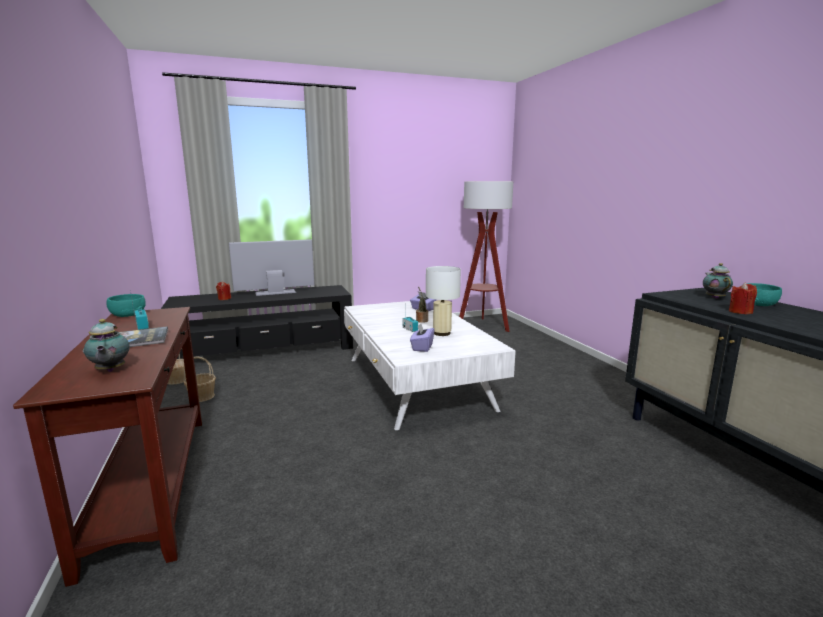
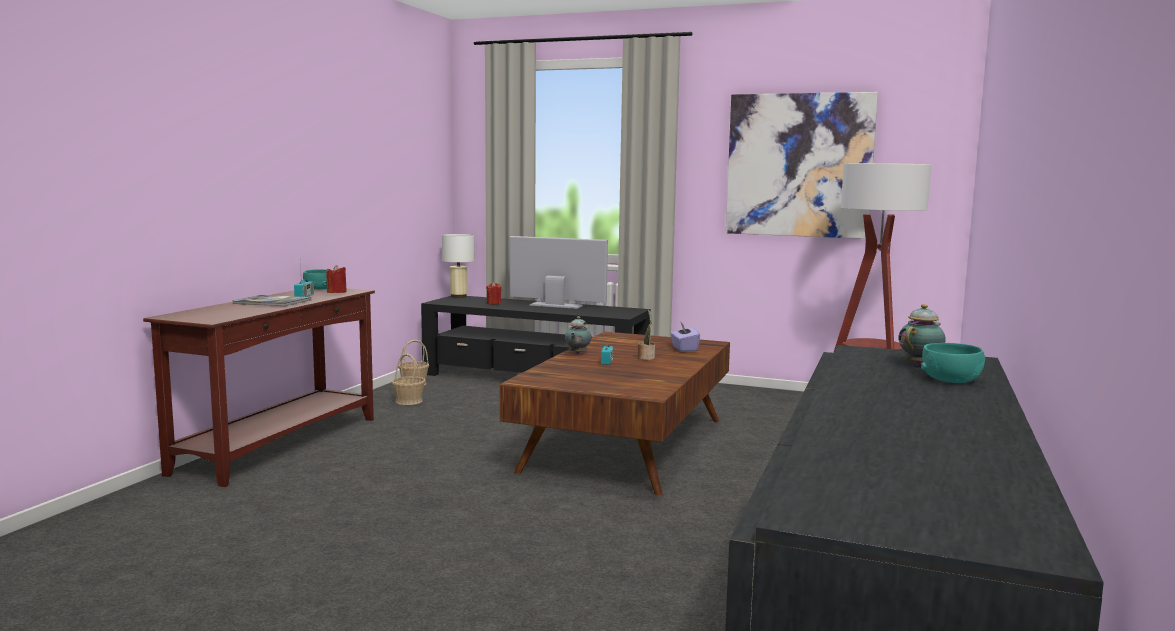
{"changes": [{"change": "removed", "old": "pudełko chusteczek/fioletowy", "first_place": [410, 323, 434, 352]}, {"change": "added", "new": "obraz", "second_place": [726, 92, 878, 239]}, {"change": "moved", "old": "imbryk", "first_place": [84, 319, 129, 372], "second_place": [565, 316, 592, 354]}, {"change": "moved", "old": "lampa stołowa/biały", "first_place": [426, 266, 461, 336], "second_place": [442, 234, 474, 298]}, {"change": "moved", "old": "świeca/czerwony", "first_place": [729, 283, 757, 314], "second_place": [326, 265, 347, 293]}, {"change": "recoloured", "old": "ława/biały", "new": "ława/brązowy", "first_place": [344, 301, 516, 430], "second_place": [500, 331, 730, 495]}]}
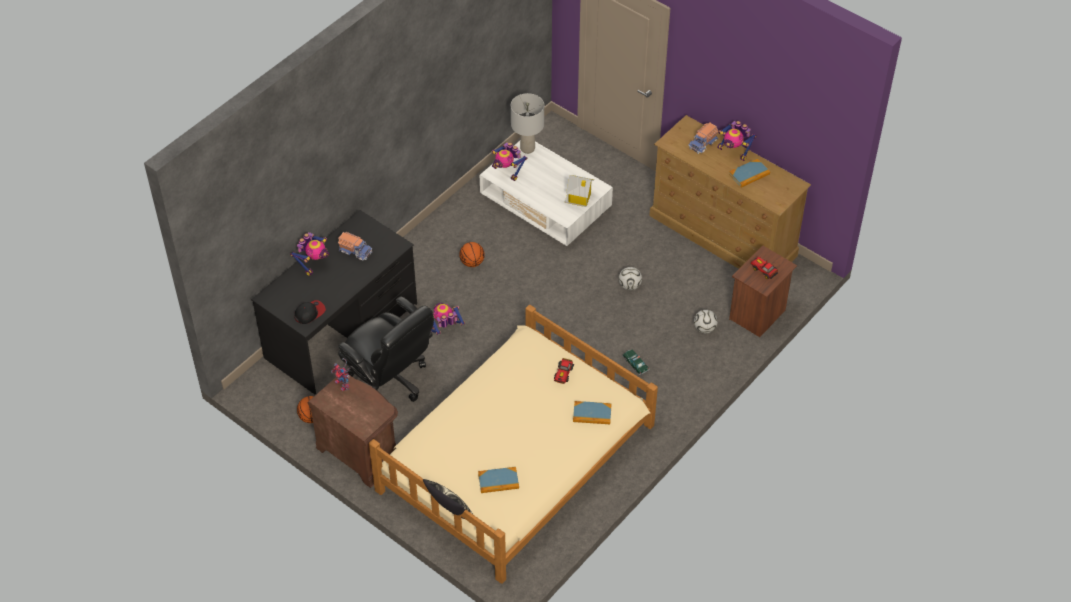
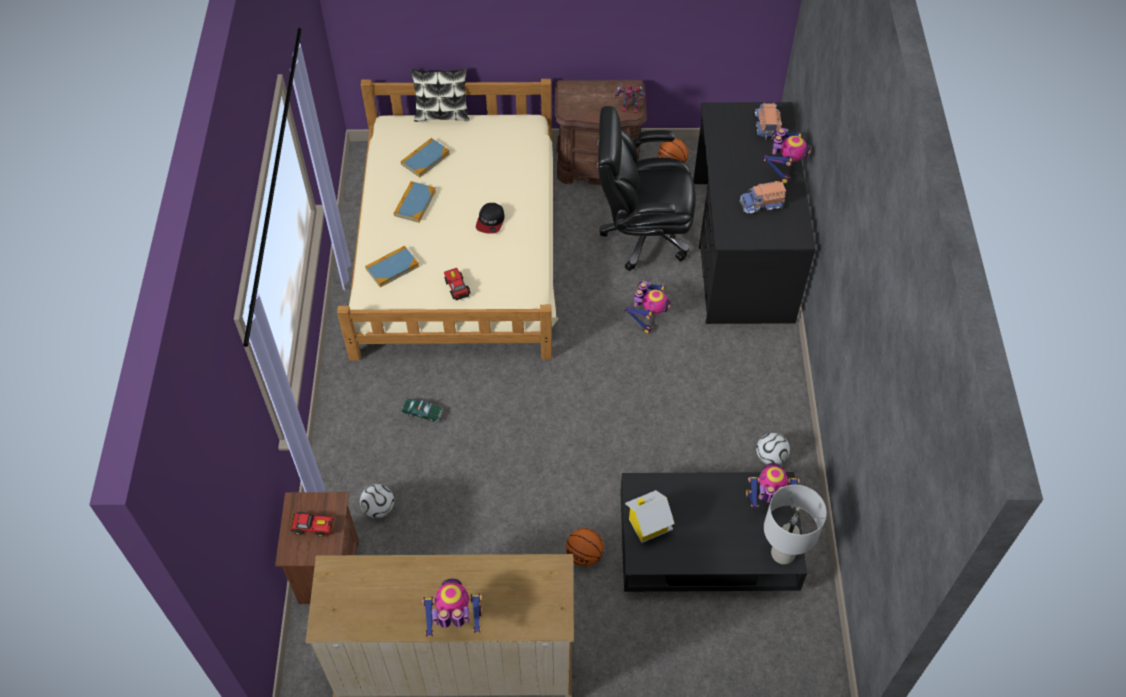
{"changes": [{"change": "moved", "old": "czapka z daszkiem", "first_place": [295, 300, 326, 324], "second_place": [476, 203, 504, 234]}, {"change": "moved", "old": "piłka do koszykówki", "first_place": [459, 242, 485, 267], "second_place": [566, 528, 604, 567]}, {"change": "moved", "old": "piłka futbolowa", "first_place": [619, 267, 642, 290], "second_place": [756, 433, 790, 465]}, {"change": "moved", "old": "ciężarówka zabawkowa", "first_place": [688, 123, 719, 154], "second_place": [755, 102, 782, 140]}, {"change": "moved", "old": "książka", "first_place": [729, 158, 770, 188], "second_place": [394, 181, 436, 223]}, {"change": "recoloured", "old": "ława/biały", "new": "ława/czarny", "first_place": [480, 141, 613, 246], "second_place": [620, 472, 807, 592]}, {"change": "turned", "old": "robot zabawkowy", "first_place": [290, 232, 329, 276], "second_place": [763, 127, 810, 184], "degrees": -150}]}
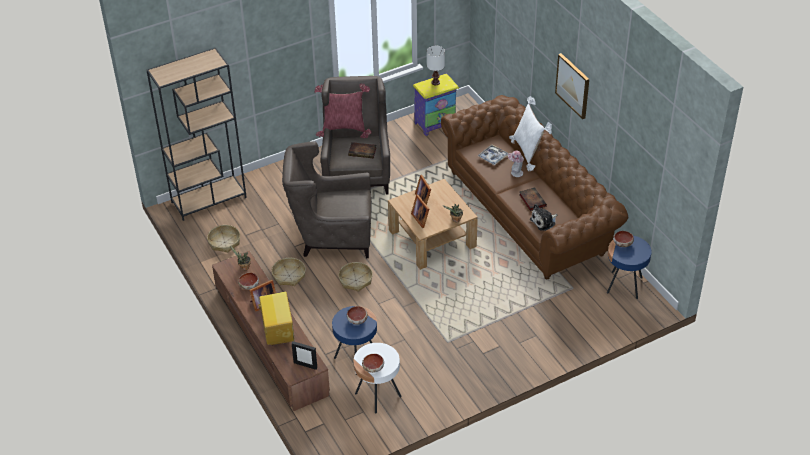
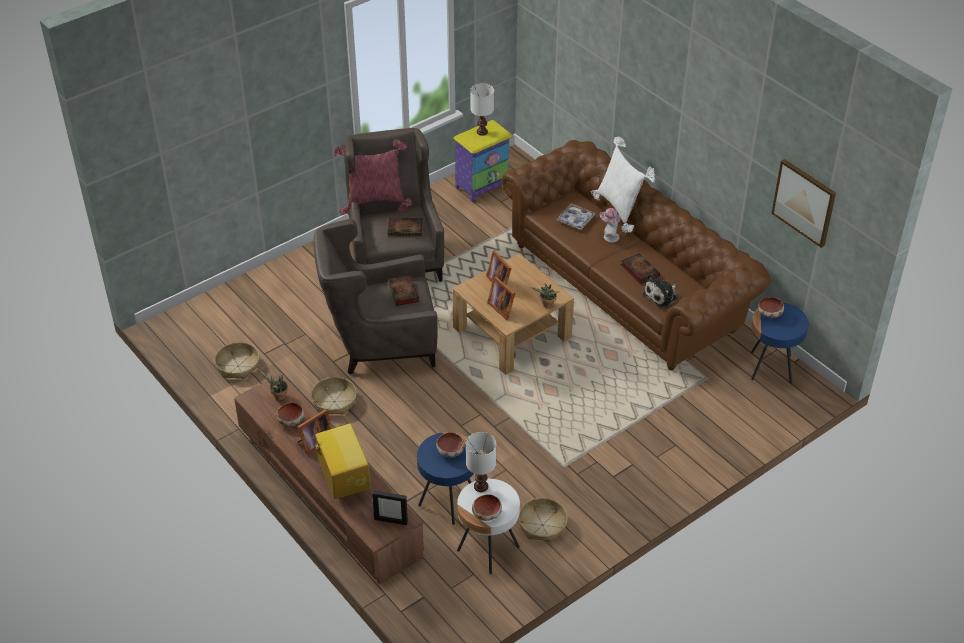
{"changes": [{"change": "removed", "old": "regał", "first_place": [146, 48, 247, 221]}, {"change": "added", "new": "książka", "second_place": [388, 275, 419, 306]}, {"change": "added", "new": "lampa stołowa/biały", "second_place": [466, 432, 496, 492]}, {"change": "moved", "old": "koszyk", "first_place": [339, 262, 373, 292], "second_place": [518, 498, 568, 542]}, {"change": "moved", "old": "obraz", "first_place": [555, 53, 589, 119], "second_place": [771, 159, 836, 248]}]}
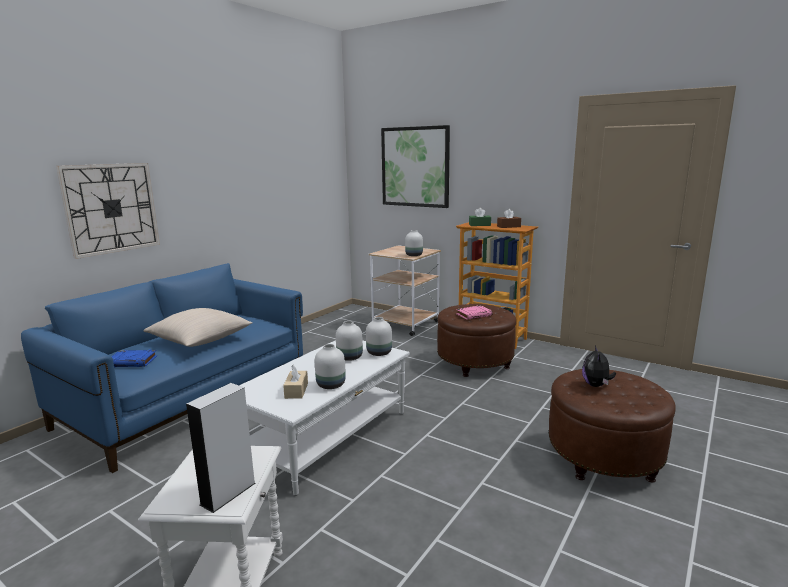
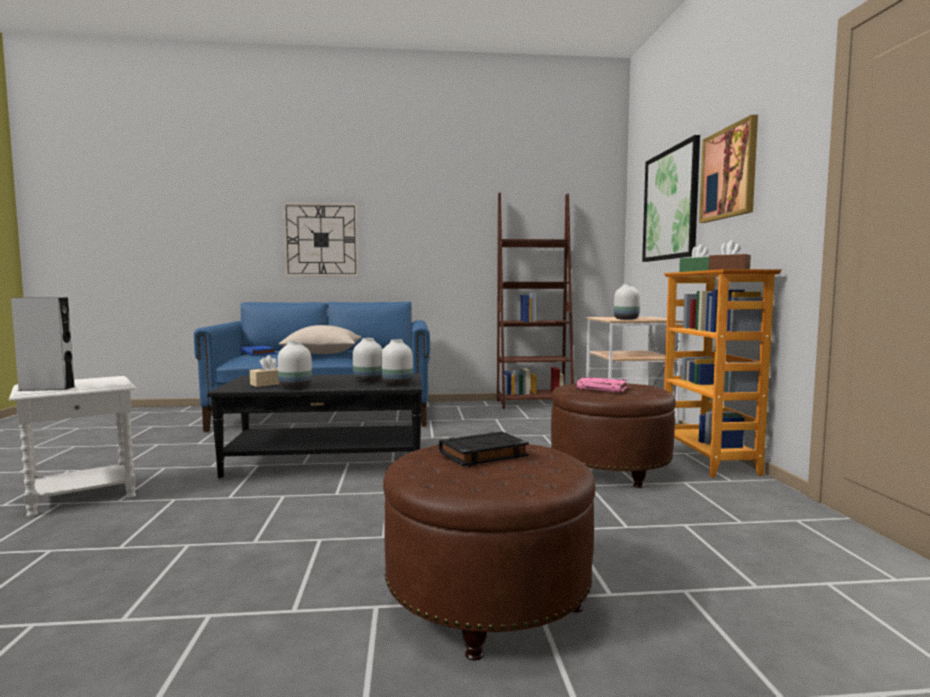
{"changes": [{"change": "added", "new": "regał/brązowy", "second_place": [497, 192, 574, 409]}, {"change": "added", "new": "obraz", "second_place": [699, 115, 758, 223]}, {"change": "replaced", "old": "pluszak", "new": "książka/czarny", "first_place": [582, 345, 616, 387], "second_place": [439, 432, 529, 466]}, {"change": "recoloured", "old": "ława/biały", "new": "ława/czarny", "first_place": [239, 340, 410, 496], "second_place": [207, 373, 422, 479]}]}
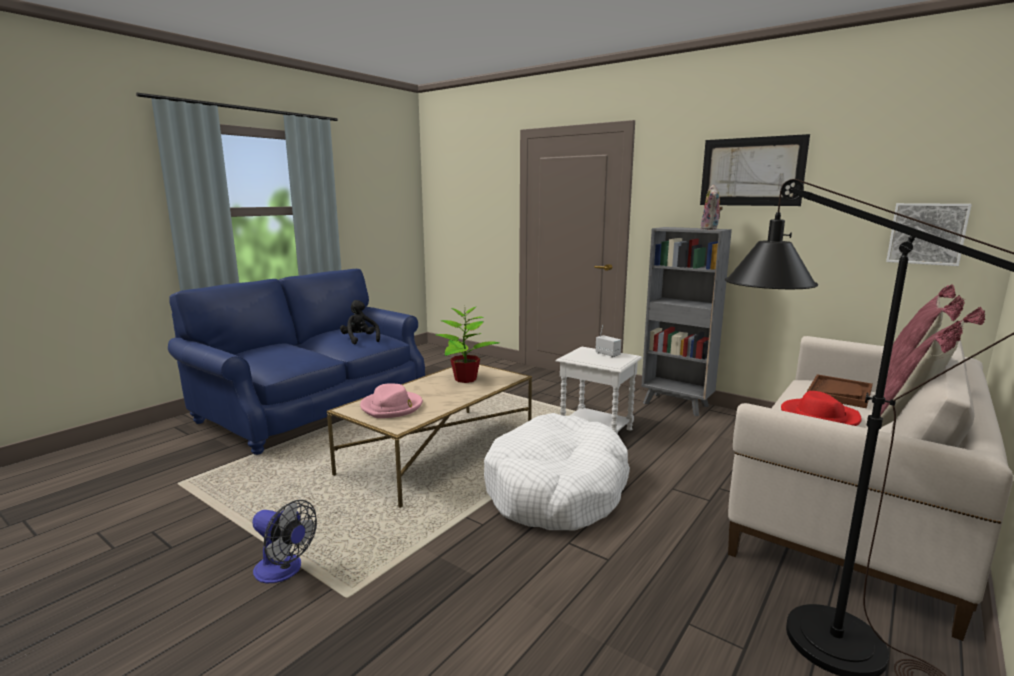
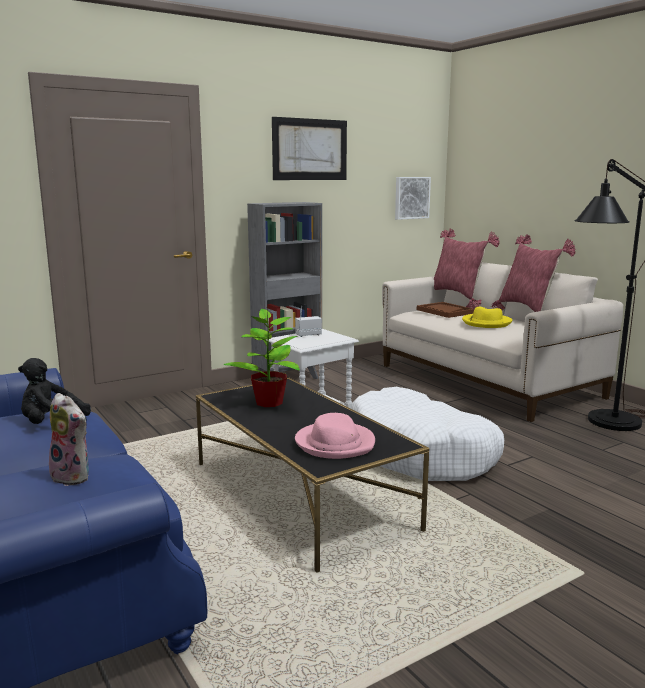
{"changes": [{"change": "removed", "old": "wentylator", "first_place": [252, 500, 317, 583]}, {"change": "moved", "old": "pluszak", "first_place": [701, 185, 723, 230], "second_place": [49, 393, 90, 486]}, {"change": "recoloured", "old": "ława/beżowy", "new": "ława/czarny", "first_place": [327, 364, 532, 508], "second_place": [196, 378, 429, 573]}, {"change": "recoloured", "old": "kapelusz/czerwony", "new": "kapelusz/żółty", "first_place": [781, 391, 862, 426], "second_place": [462, 307, 512, 328]}]}
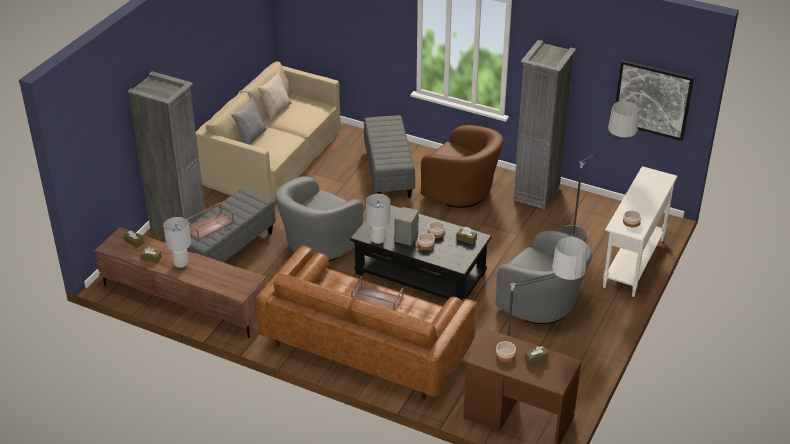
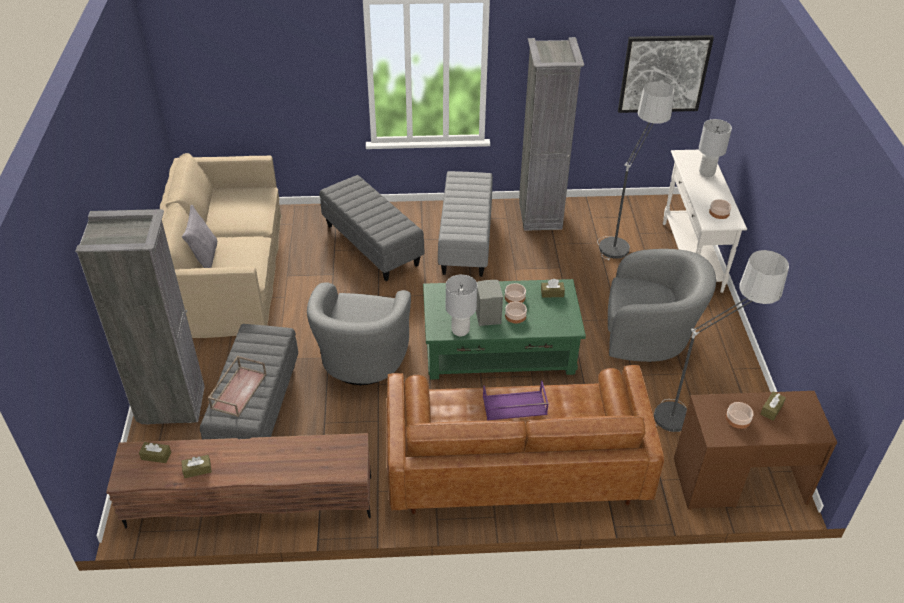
{"changes": [{"change": "removed", "old": "poduszka/beżowy", "first_place": [258, 71, 292, 121]}, {"change": "moved", "old": "lampa stołowa/szary", "first_place": [163, 217, 191, 268], "second_place": [699, 119, 732, 177]}, {"change": "replaced", "old": "fotel/brązowy", "new": "pufa/szary", "first_place": [421, 125, 503, 208], "second_place": [438, 171, 493, 277]}, {"change": "recoloured", "old": "ława/czarny", "new": "ława/zielony", "first_place": [350, 205, 491, 301], "second_place": [423, 279, 586, 380]}, {"change": "recoloured", "old": "taca/brązowy", "new": "taca/fioletowy", "first_place": [351, 277, 404, 311], "second_place": [483, 381, 549, 420]}]}
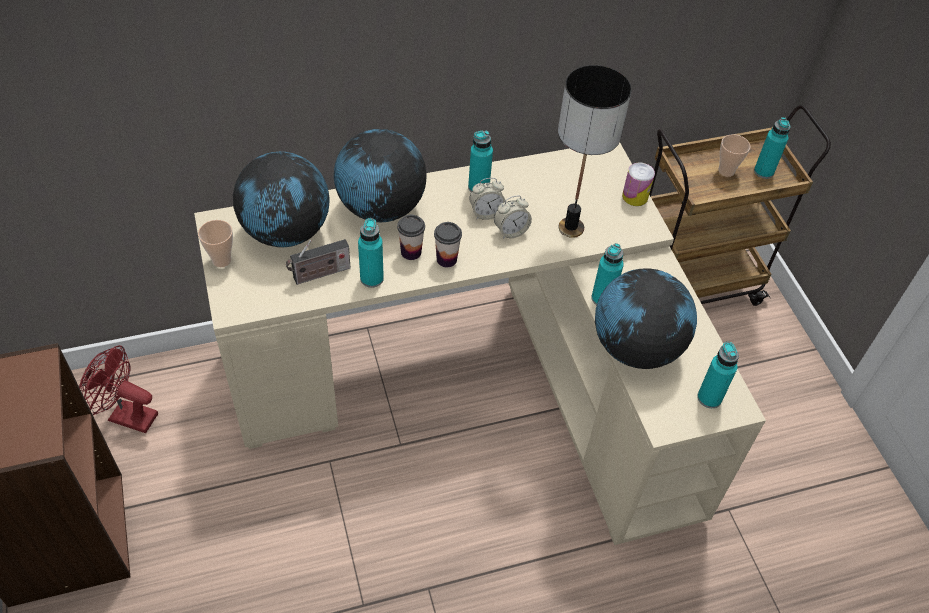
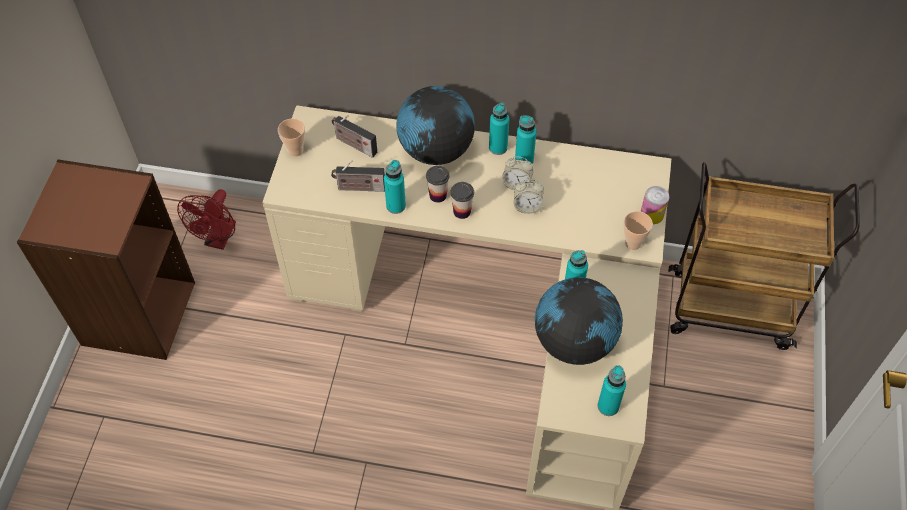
{"changes": [{"change": "removed", "old": "lampa stołowa", "first_place": [558, 65, 632, 238]}, {"change": "moved", "old": "filiżanka", "first_place": [718, 134, 751, 177], "second_place": [623, 211, 653, 250]}, {"change": "moved", "old": "butelka/turkusowy", "first_place": [754, 117, 791, 179], "second_place": [489, 102, 509, 155]}, {"change": "replaced", "old": "globus", "new": "radio", "first_place": [233, 152, 330, 247], "second_place": [332, 115, 378, 158]}, {"change": "turned", "old": "wentylator/czerwony", "first_place": [79, 345, 158, 433], "second_place": [177, 189, 236, 250], "degrees": -120}]}
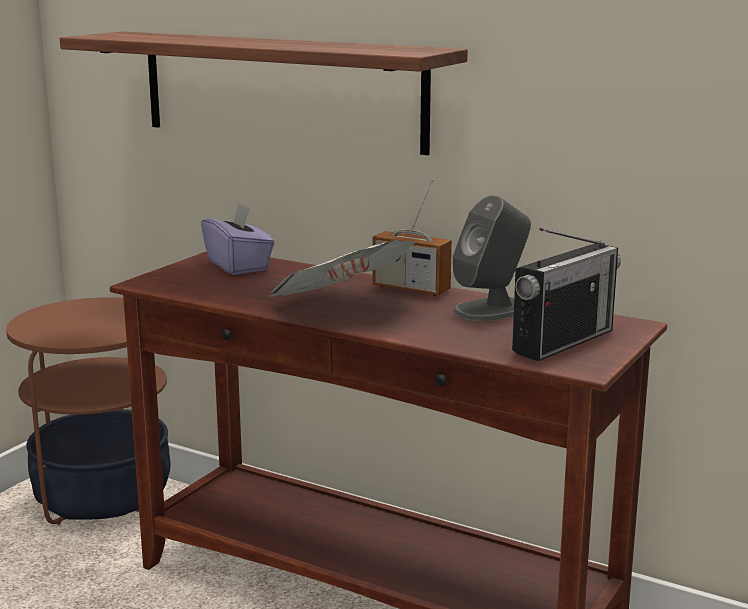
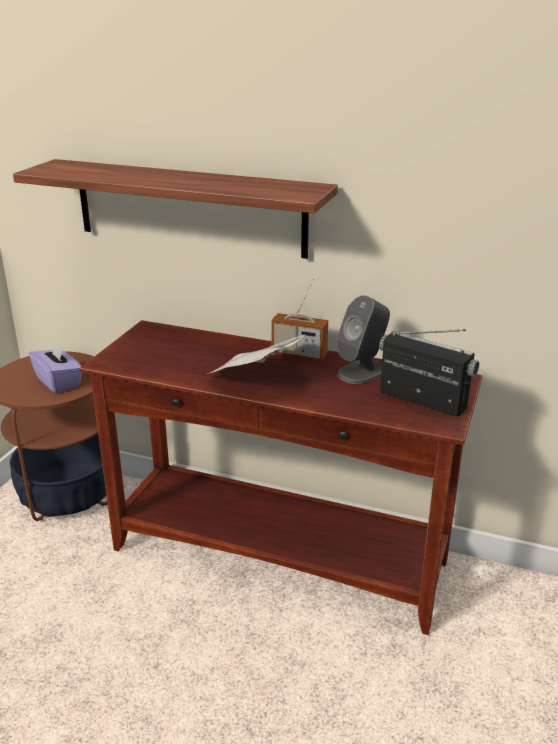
{"changes": [{"change": "moved", "old": "pudełko chusteczek/fioletowy", "first_place": [201, 202, 275, 275], "second_place": [29, 340, 82, 394]}, {"change": "turned", "old": "radio", "first_place": [512, 228, 621, 361], "second_place": [379, 329, 479, 416], "degrees": -90}]}
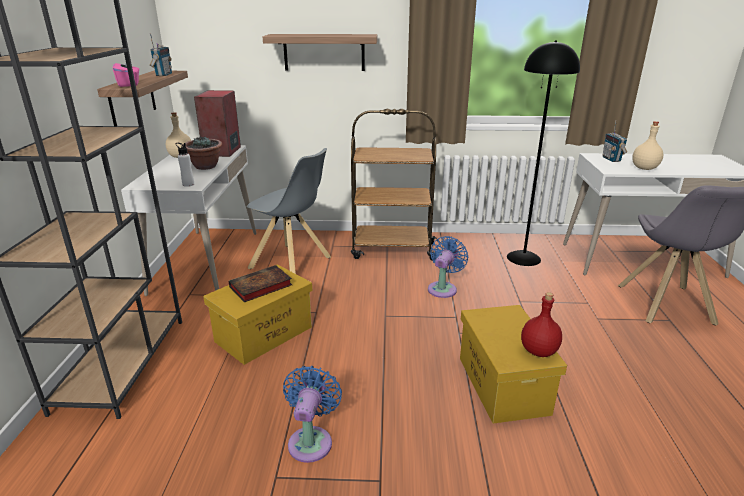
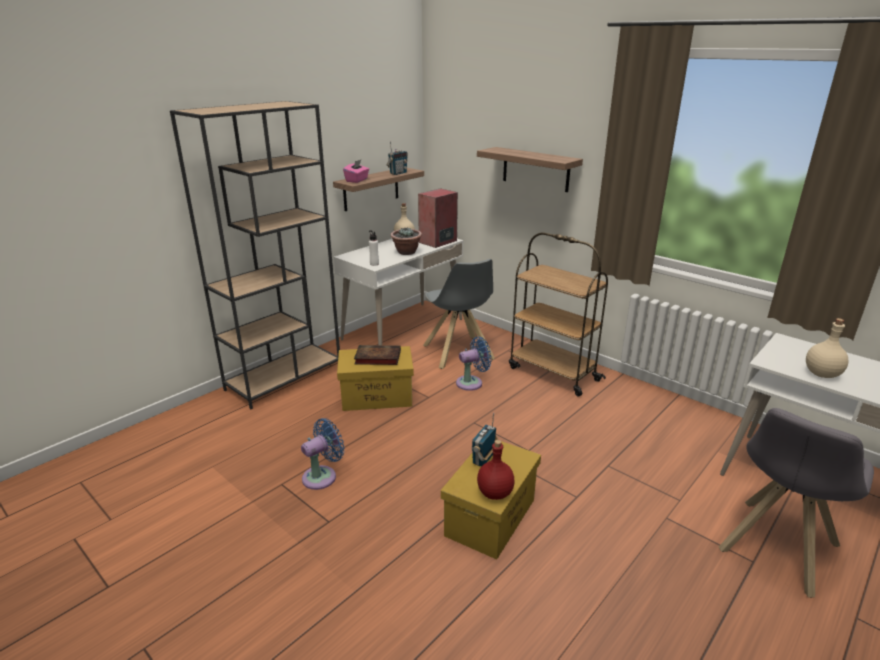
{"changes": [{"change": "removed", "old": "lampa stojąca/czarny", "first_place": [507, 40, 580, 266]}, {"change": "moved", "old": "wentylator/niebieski", "first_place": [428, 236, 468, 298], "second_place": [456, 337, 492, 391]}, {"change": "moved", "old": "radio", "first_place": [602, 120, 627, 162], "second_place": [471, 413, 498, 467]}]}
